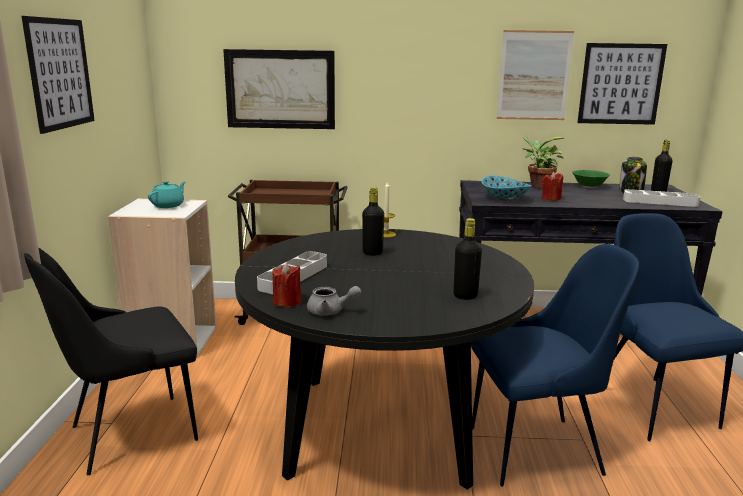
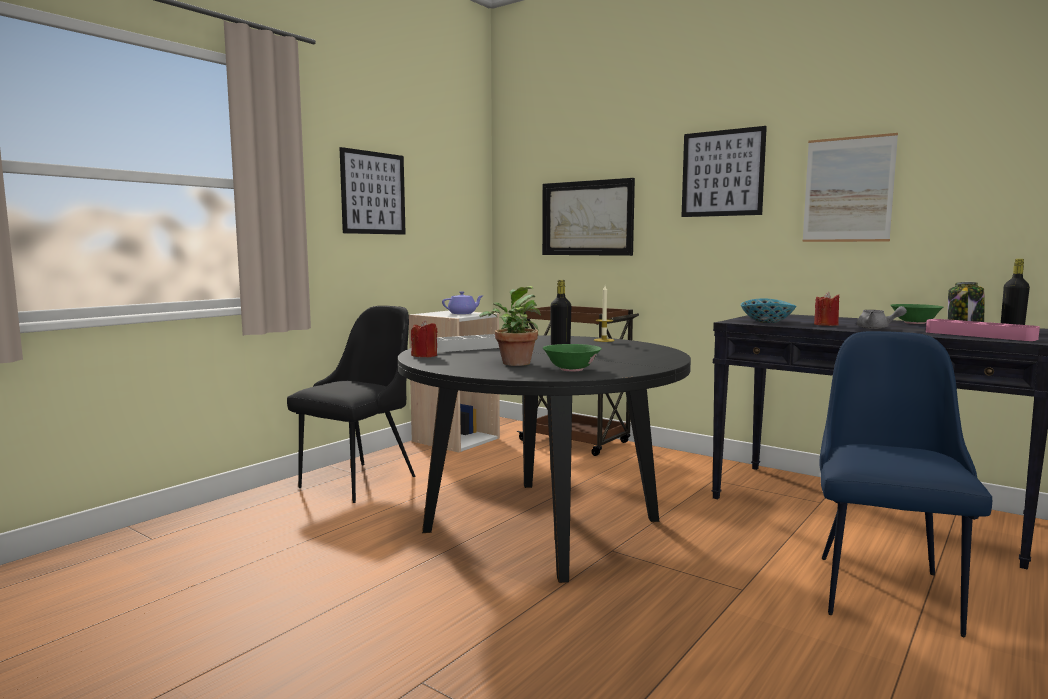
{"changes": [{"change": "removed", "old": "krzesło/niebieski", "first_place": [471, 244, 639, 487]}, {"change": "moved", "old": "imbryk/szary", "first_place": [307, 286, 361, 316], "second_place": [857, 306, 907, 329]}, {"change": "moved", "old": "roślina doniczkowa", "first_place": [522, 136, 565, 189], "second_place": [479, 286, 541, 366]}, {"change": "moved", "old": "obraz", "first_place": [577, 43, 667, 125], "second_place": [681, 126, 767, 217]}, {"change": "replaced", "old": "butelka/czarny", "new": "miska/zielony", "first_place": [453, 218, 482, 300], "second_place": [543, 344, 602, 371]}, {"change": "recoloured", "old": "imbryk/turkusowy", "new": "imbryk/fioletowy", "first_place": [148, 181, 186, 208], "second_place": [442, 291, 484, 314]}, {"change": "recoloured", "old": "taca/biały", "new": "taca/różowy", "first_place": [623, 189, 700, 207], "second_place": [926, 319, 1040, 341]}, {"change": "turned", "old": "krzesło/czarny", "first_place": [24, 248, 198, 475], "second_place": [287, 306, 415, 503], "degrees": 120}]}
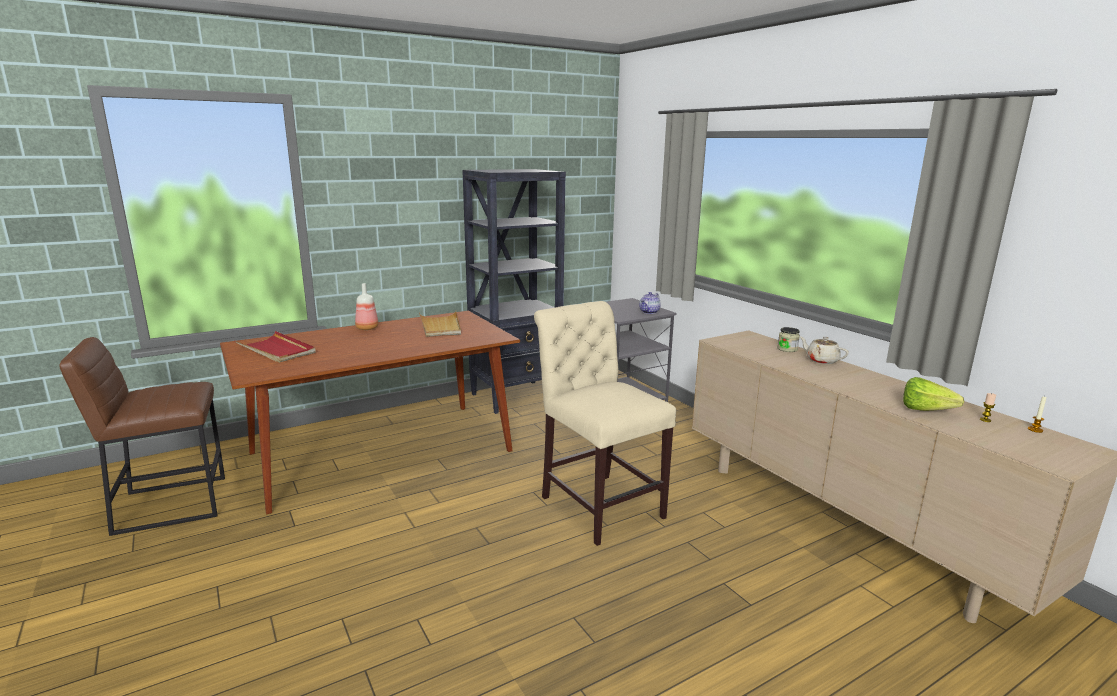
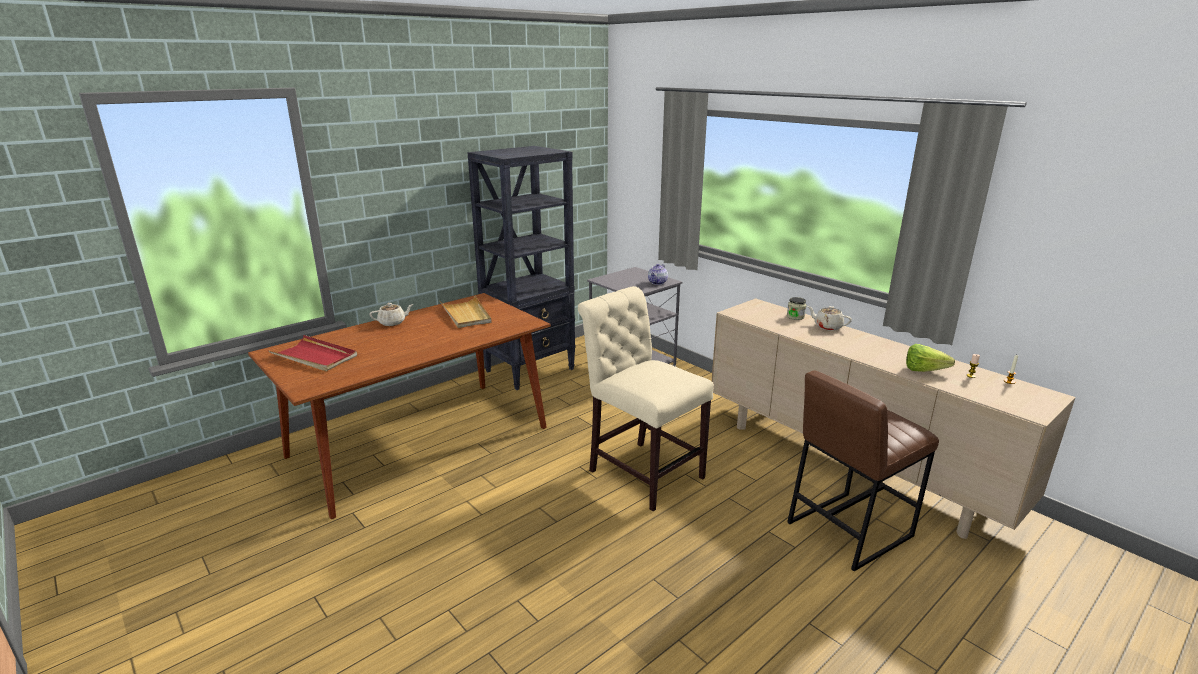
{"changes": [{"change": "moved", "old": "krzesło/brązowy", "first_place": [59, 337, 225, 536], "second_place": [787, 370, 939, 571]}, {"change": "replaced", "old": "butelka", "new": "imbryk/beżowy", "first_place": [355, 283, 378, 330], "second_place": [369, 303, 414, 326]}]}
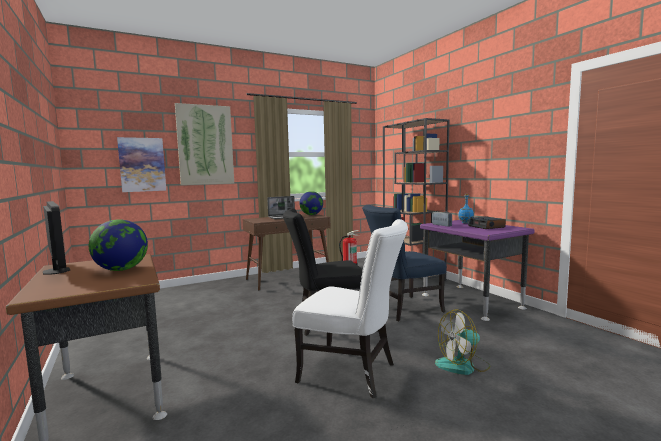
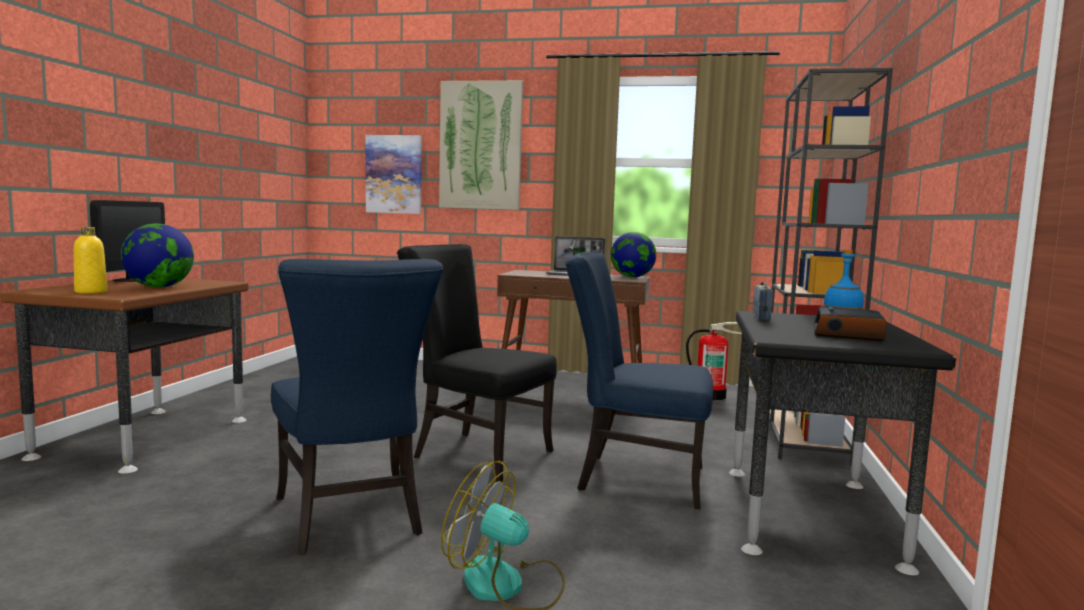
{"changes": [{"change": "added", "new": "butelka/żółty", "second_place": [74, 227, 108, 293]}, {"change": "recoloured", "old": "krzesło/biały", "new": "krzesło/niebieski", "first_place": [292, 219, 408, 398], "second_place": [271, 259, 443, 555]}, {"change": "recoloured", "old": "biurko/fioletowy", "new": "biurko/czarny", "first_place": [420, 220, 535, 321], "second_place": [729, 311, 956, 575]}]}
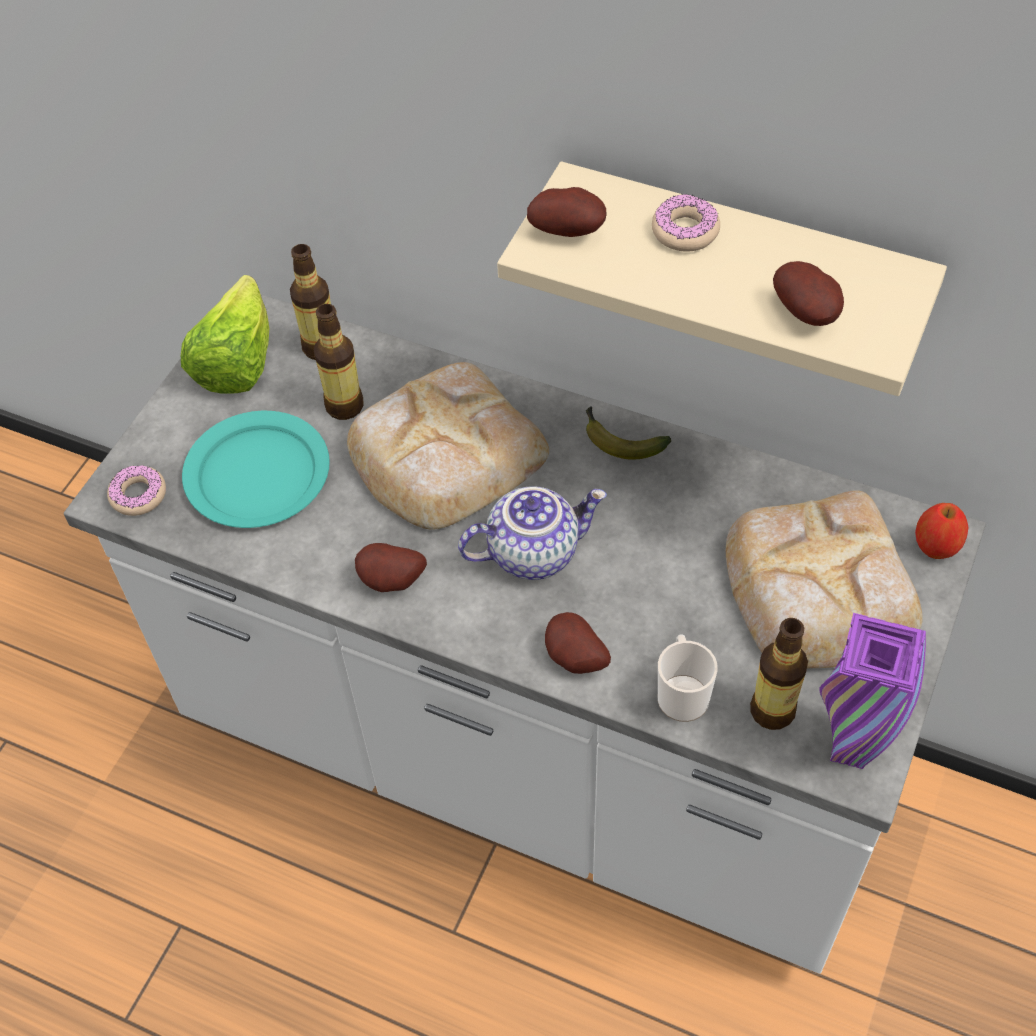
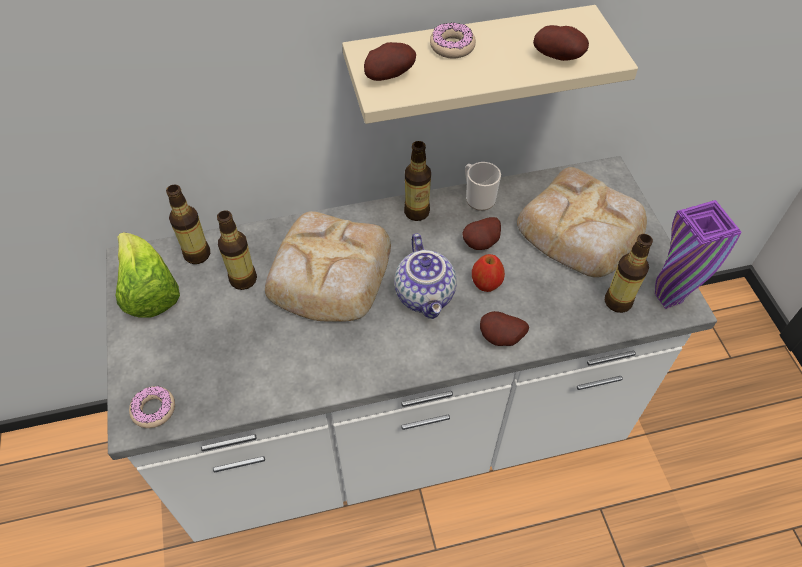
{"changes": [{"change": "removed", "old": "talerz/turkusowy", "first_place": [182, 411, 330, 528]}, {"change": "moved", "old": "ziemniak", "first_place": [355, 543, 427, 592], "second_place": [462, 217, 501, 250]}, {"change": "moved", "old": "kubek", "first_place": [658, 634, 718, 722], "second_place": [465, 162, 501, 211]}, {"change": "moved", "old": "jabłko", "first_place": [915, 503, 969, 559], "second_place": [472, 254, 505, 292]}, {"change": "replaced", "old": "banan", "new": "butelka", "first_place": [586, 406, 671, 460], "second_place": [404, 141, 431, 221]}, {"change": "turned", "old": "imbryk", "first_place": [458, 486, 607, 580], "second_place": [394, 233, 457, 319], "degrees": 135}]}
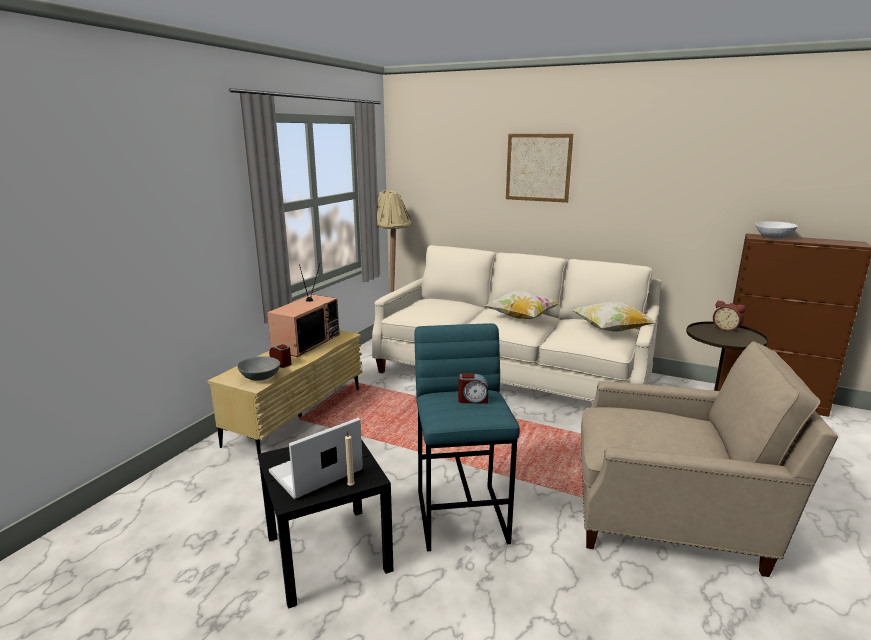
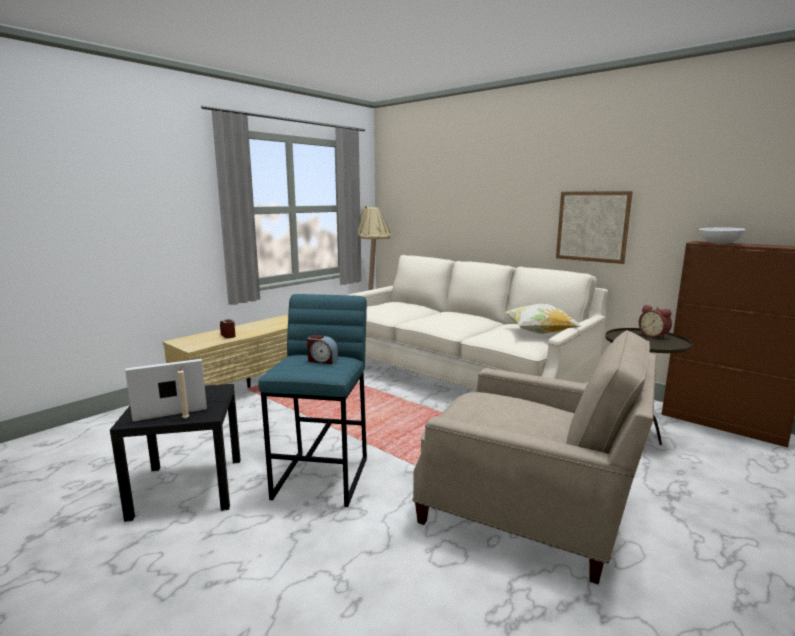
{"changes": [{"change": "removed", "old": "miska/szary", "first_place": [237, 356, 280, 381]}, {"change": "removed", "old": "telewizor", "first_place": [267, 262, 339, 357]}, {"change": "removed", "old": "poduszka", "first_place": [484, 290, 560, 319]}, {"change": "moved", "old": "obraz", "first_place": [506, 132, 573, 203], "second_place": [556, 191, 633, 264]}]}
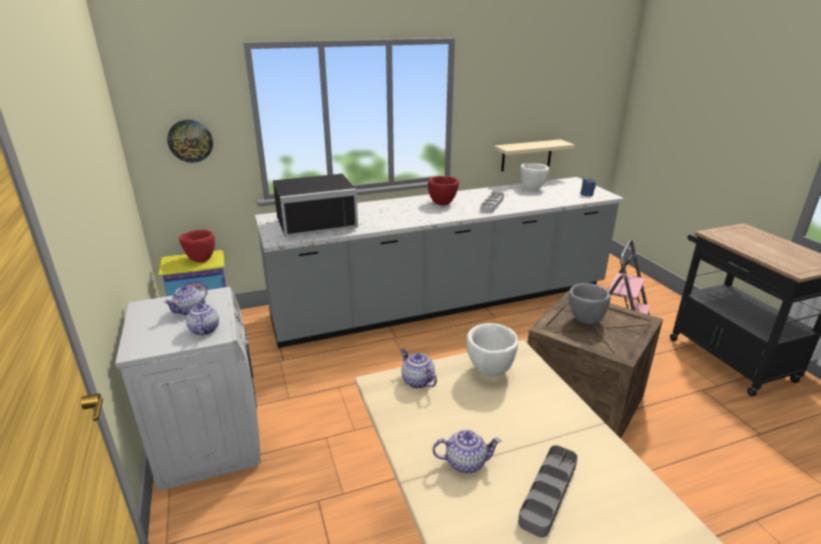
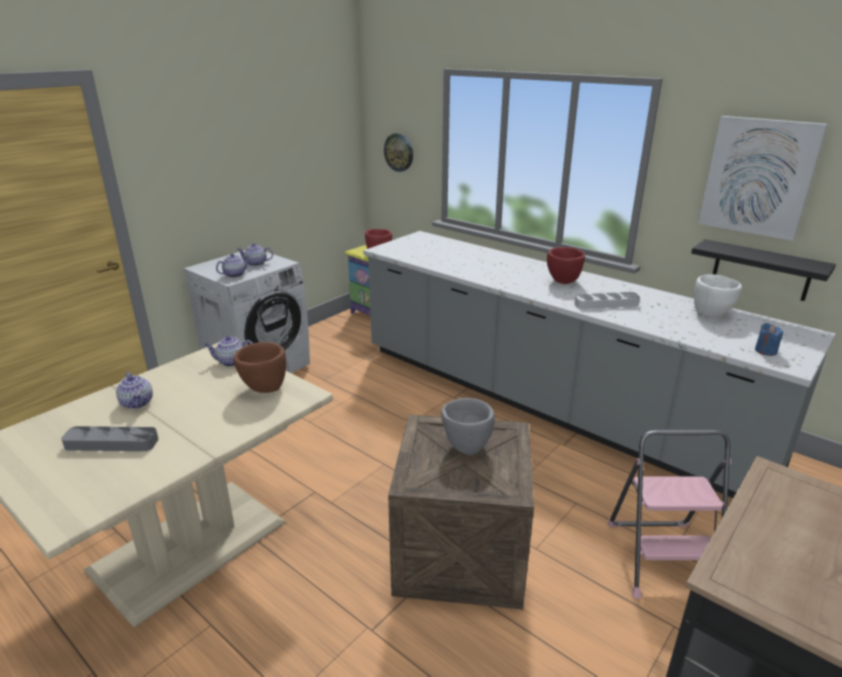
{"changes": [{"change": "removed", "old": "mikrofalówka/czarny", "first_place": [273, 174, 358, 237]}, {"change": "added", "new": "obraz", "second_place": [698, 116, 828, 241]}, {"change": "recoloured", "old": "miska/biały", "new": "miska/brązowy", "first_place": [466, 323, 518, 377], "second_place": [234, 342, 286, 393]}, {"change": "recoloured", "old": "półka/beżowy", "new": "półka/czarny", "first_place": [494, 139, 575, 171], "second_place": [691, 239, 836, 301]}, {"change": "turned", "old": "imbryk", "first_place": [401, 349, 437, 388], "second_place": [205, 336, 253, 367], "degrees": -120}]}
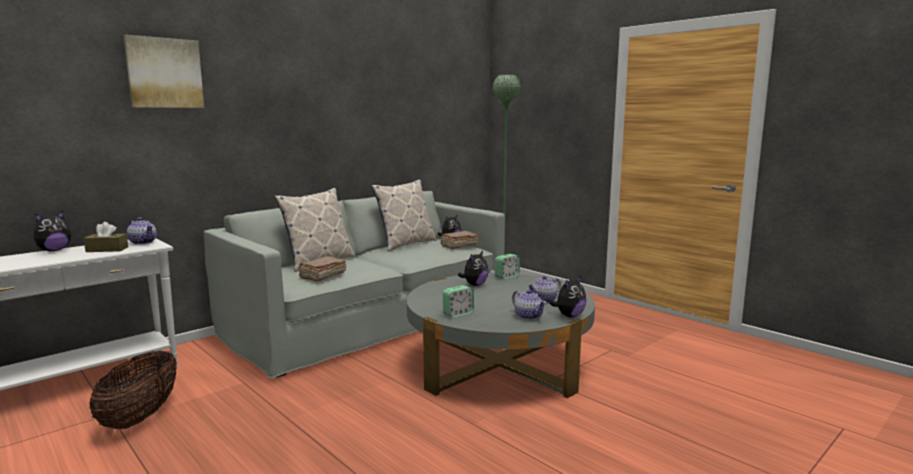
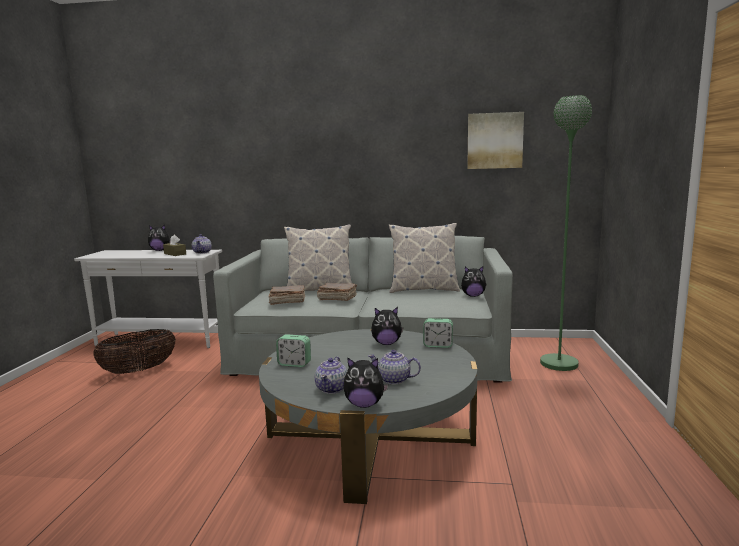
{"changes": [{"change": "moved", "old": "obraz", "first_place": [123, 35, 204, 108], "second_place": [467, 112, 524, 169]}, {"change": "moved", "old": "książka/brązowy", "first_place": [441, 231, 478, 249], "second_place": [317, 283, 357, 301]}]}
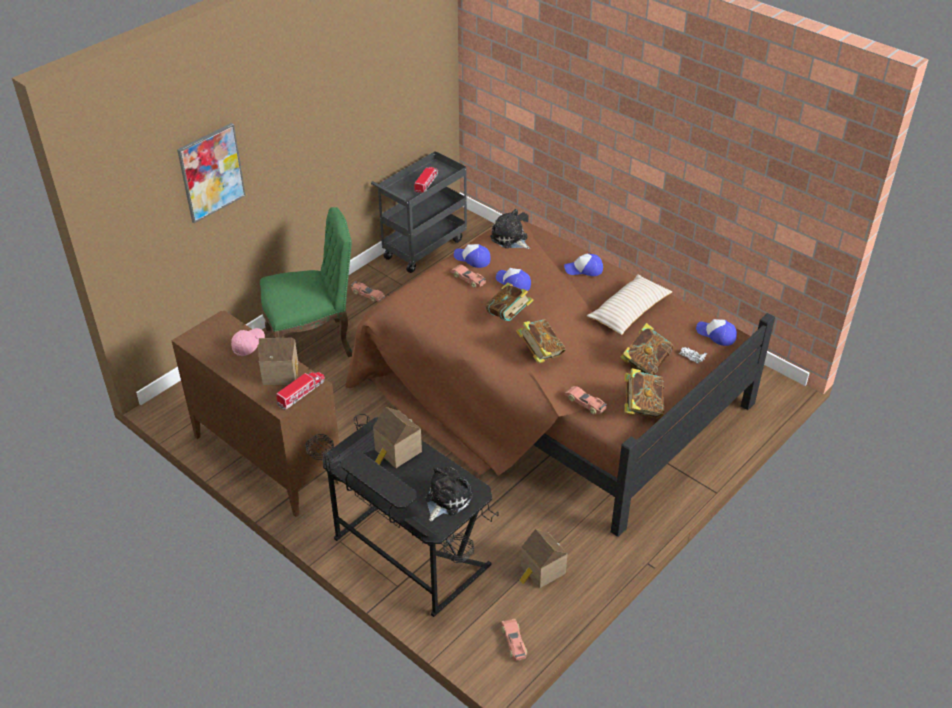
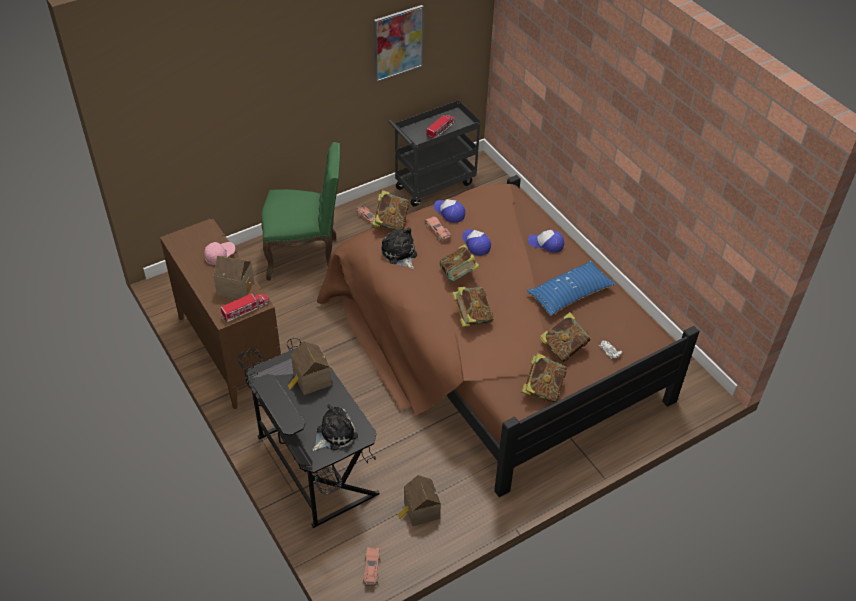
{"changes": [{"change": "removed", "old": "samochodzik", "first_place": [564, 386, 607, 414]}, {"change": "removed", "old": "czapka z daszkiem", "first_place": [696, 319, 737, 346]}, {"change": "added", "new": "książka", "second_place": [372, 190, 409, 231]}, {"change": "moved", "old": "obraz", "first_place": [177, 123, 246, 223], "second_place": [374, 5, 424, 82]}, {"change": "moved", "old": "pluszak", "first_place": [490, 209, 530, 249], "second_place": [381, 227, 417, 269]}, {"change": "recoloured", "old": "poduszka/beżowy", "new": "poduszka/niebieski", "first_place": [587, 274, 672, 335], "second_place": [526, 260, 616, 316]}]}
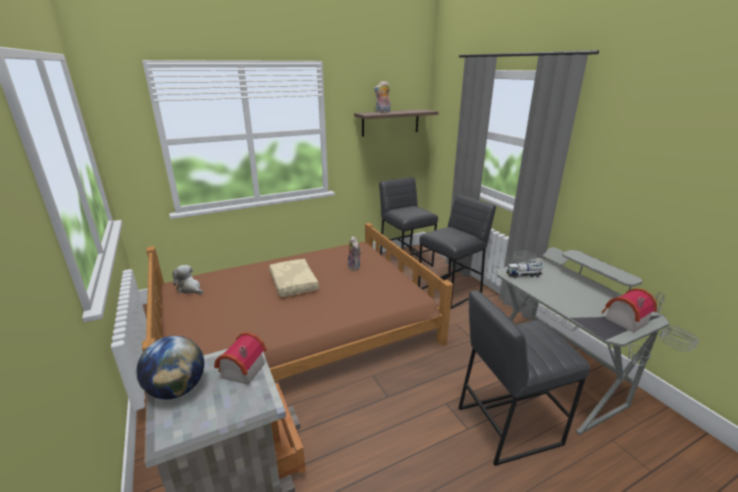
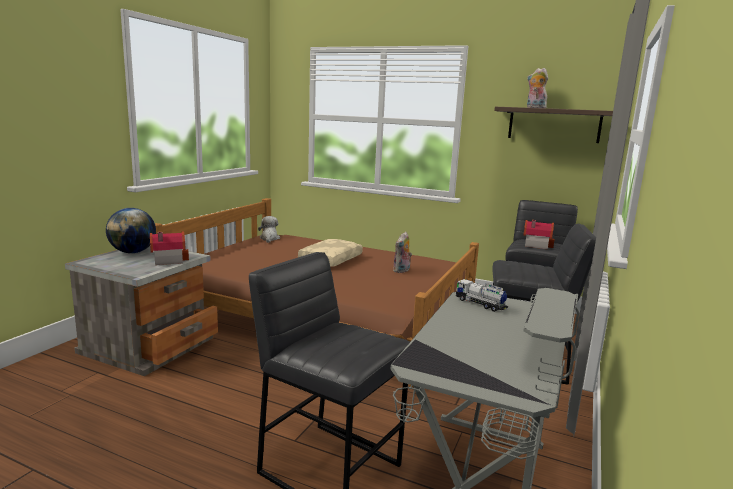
{"changes": [{"change": "moved", "old": "domek", "first_place": [601, 288, 657, 333], "second_place": [523, 220, 554, 249]}]}
